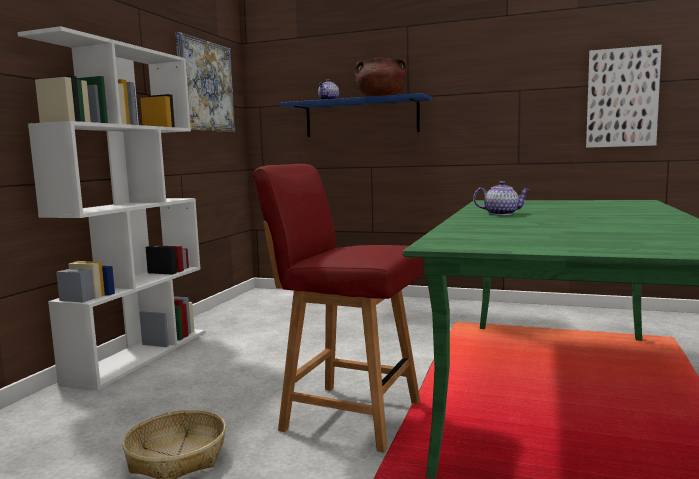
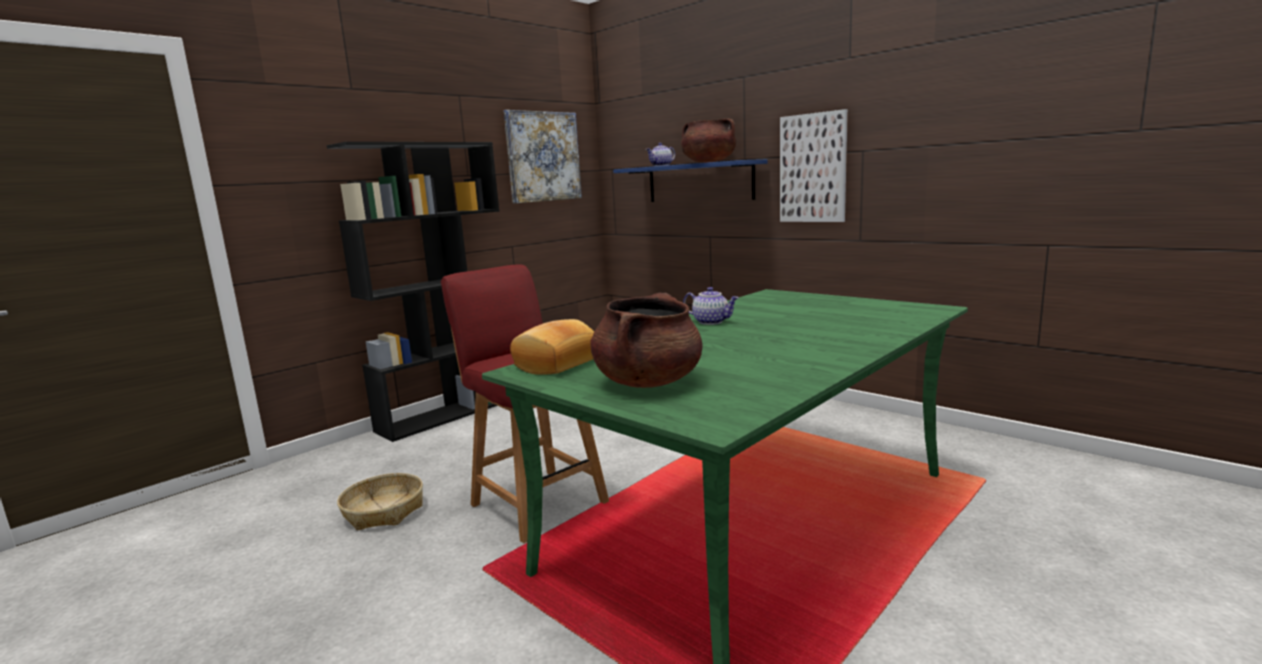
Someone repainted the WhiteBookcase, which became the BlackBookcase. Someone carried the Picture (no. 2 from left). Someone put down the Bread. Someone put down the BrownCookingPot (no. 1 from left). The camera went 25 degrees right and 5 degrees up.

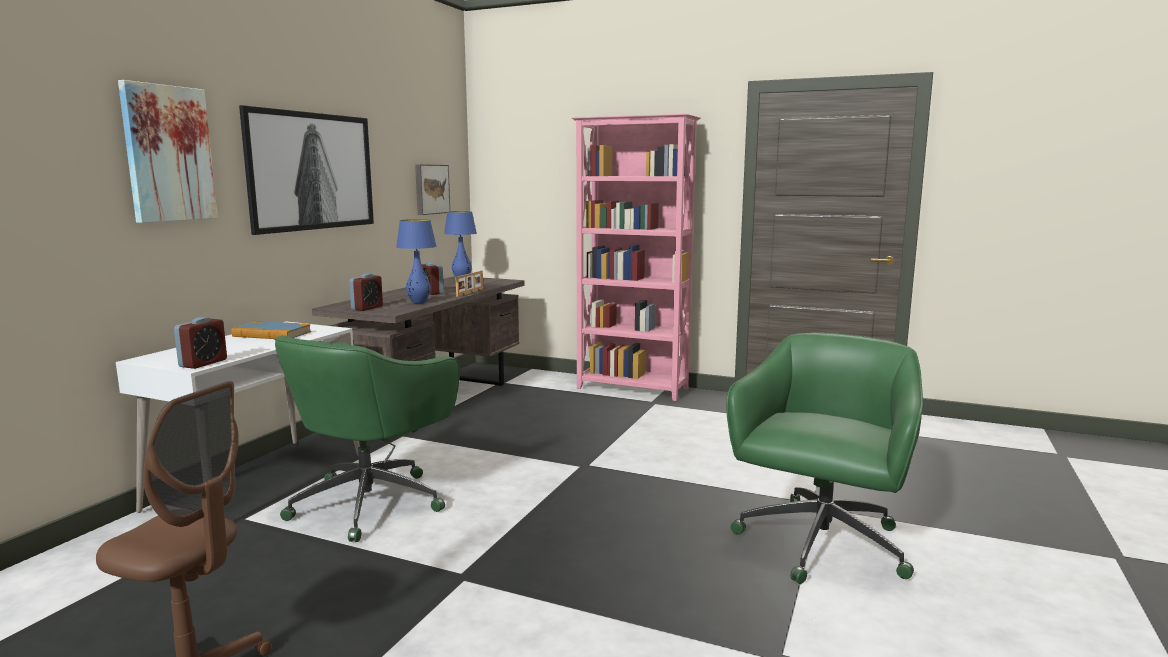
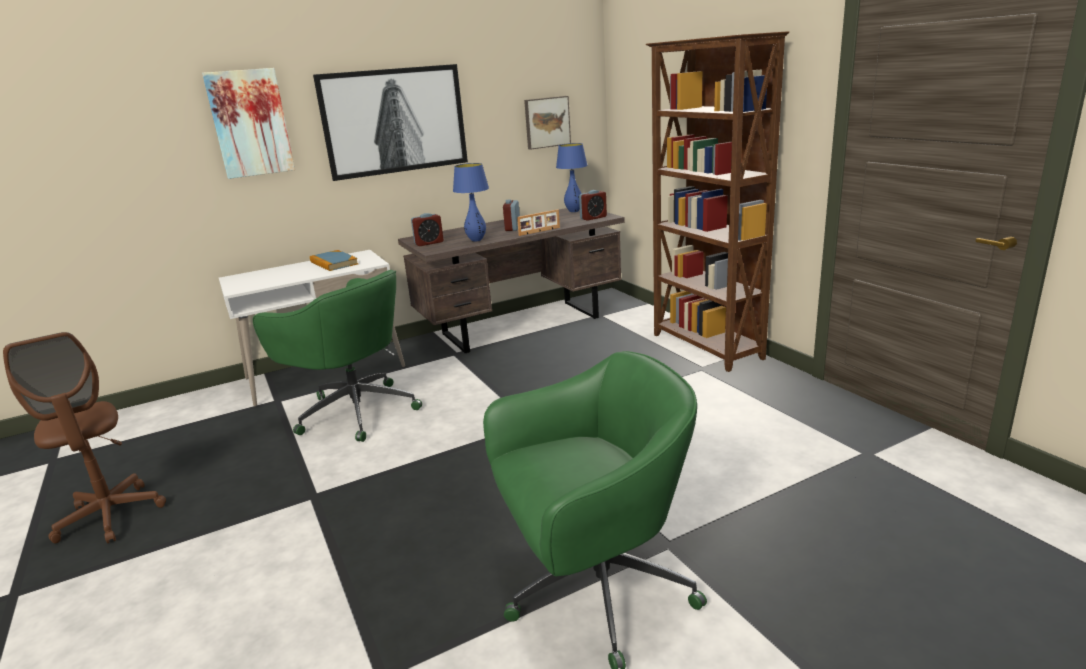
Someone carried the AlarmClock (no. 1 from left in the first image). Someone rotated the GreenOfficeChair (no. 1 from left) by 120 degrees counterclockwise. Someone repainted the PinkBookcase, which became the BrownBookcase. The camera went 40 degrees right and 10 degrees up.

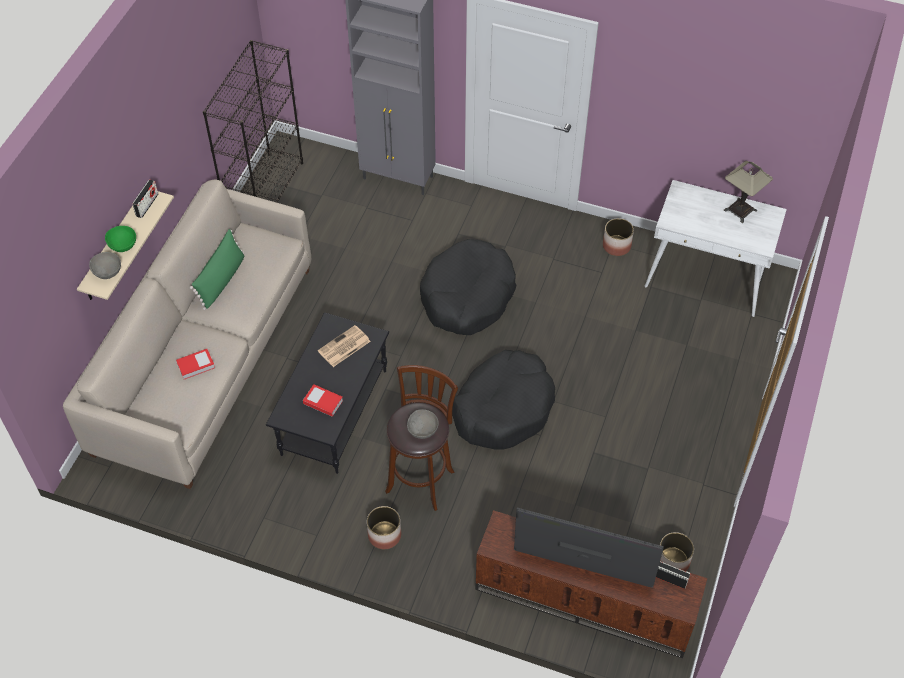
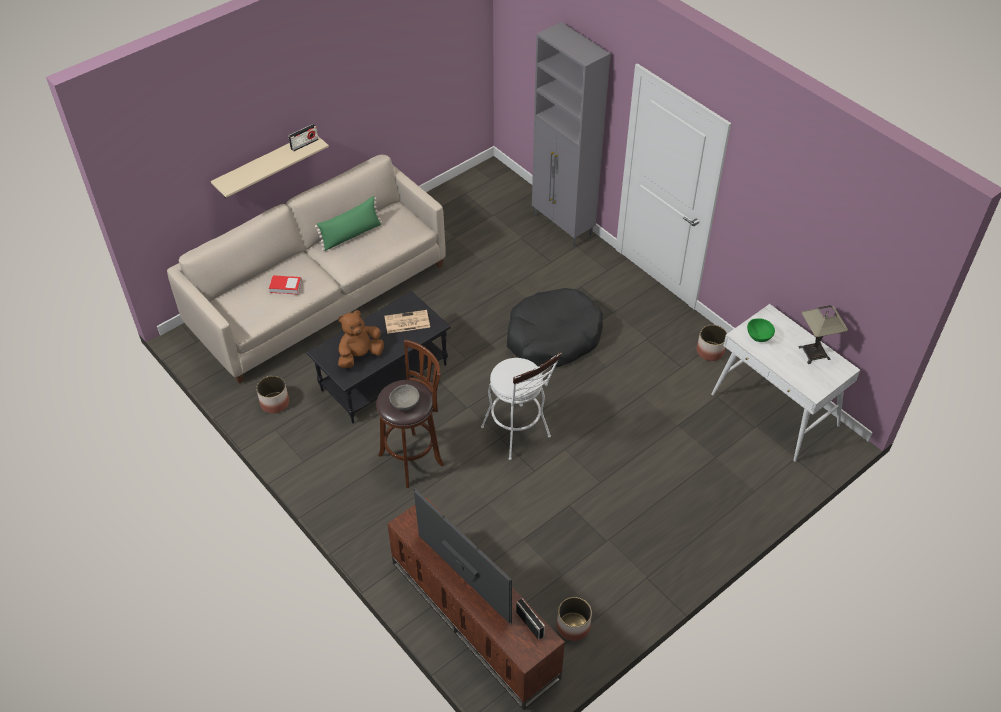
Someone took away the GreyBowl (no. 1 from left). Someone carried the GreenBowl. Someone took away the BlackBookcase. Someone swapped the Book (no. 2 from left) for the BrownPlushToy. Someone carried the Planter (no. 1 from left). Someone swapped the BlackDogBed (no. 2 from left) for the WhiteStool. The camera went 30 degrees right and 5 degrees down.

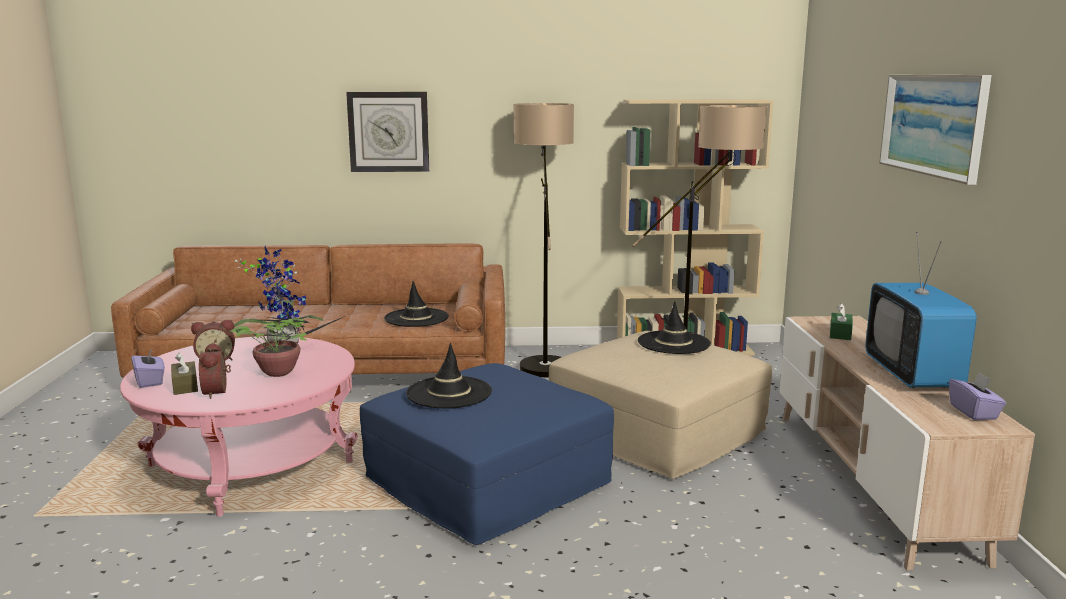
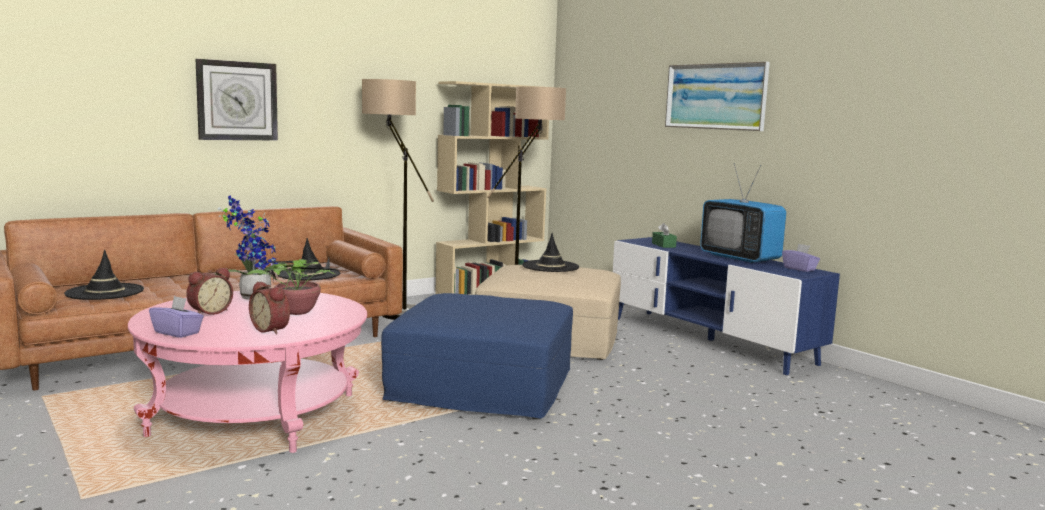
Someone took away the BrownTissueBox. Someone carried the BlackHat (no. 2 from left in the first image). Someone repainted the BeigeTvStand, which became the BlueTvStand. The camera went 35 degrees left and 5 degrees down.

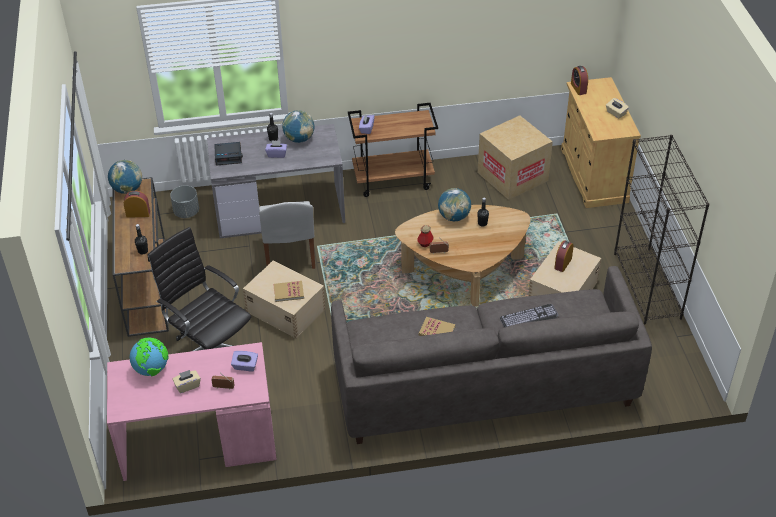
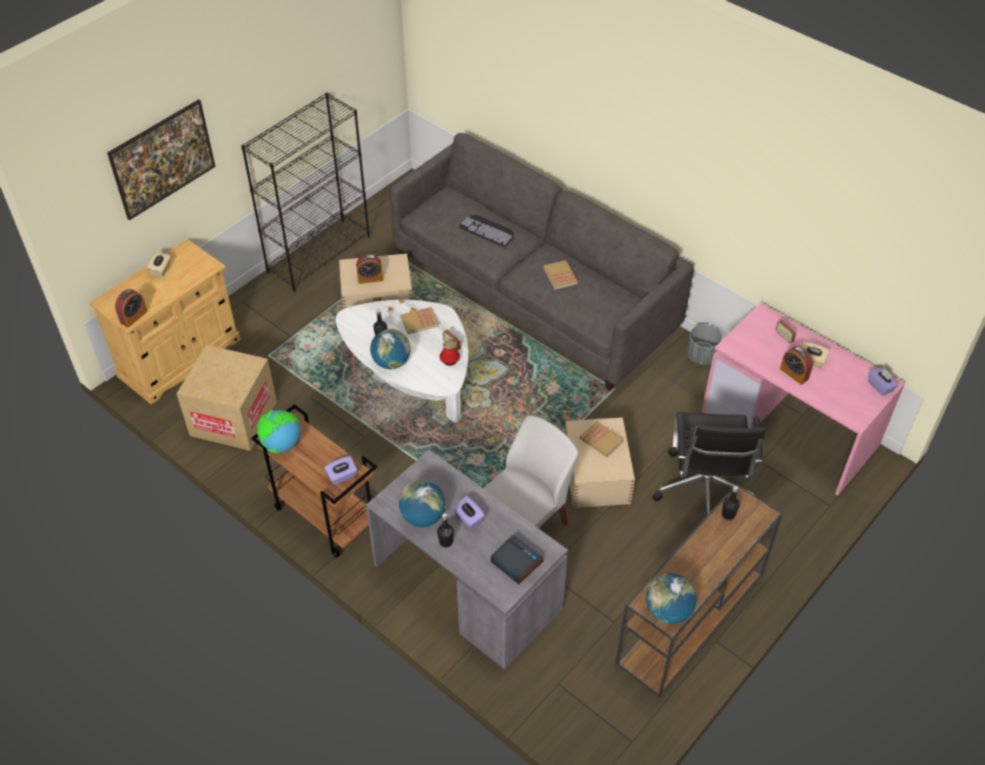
Someone carried the AlarmClock (no. 1 from left in the first image). Someone carried the Globe (no. 2 from left in the first image). Someone carried the GreyPlanter. Someone carried the PurpleTissueBox (no. 1 from left in the first image). Someone repainted the BrownCoffeeTable, which became the WhiteCoffeeTable. Someone put up the Picture. Someone put down the Book (no. 1 from left). The camera went 130 degrees left and 5 degrees up.

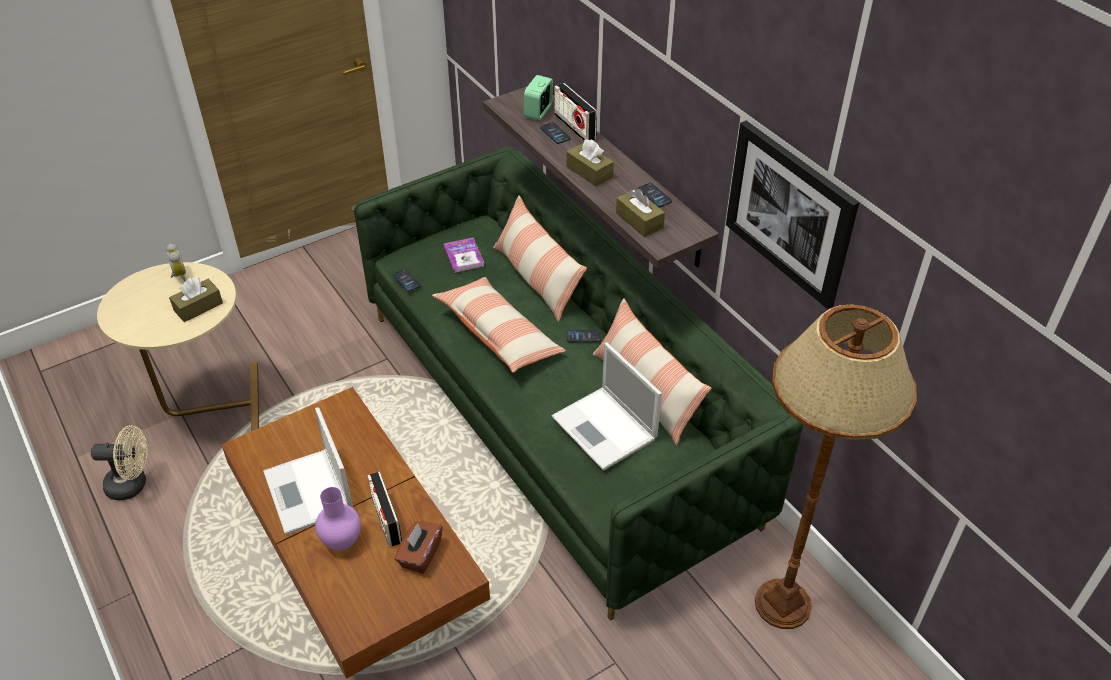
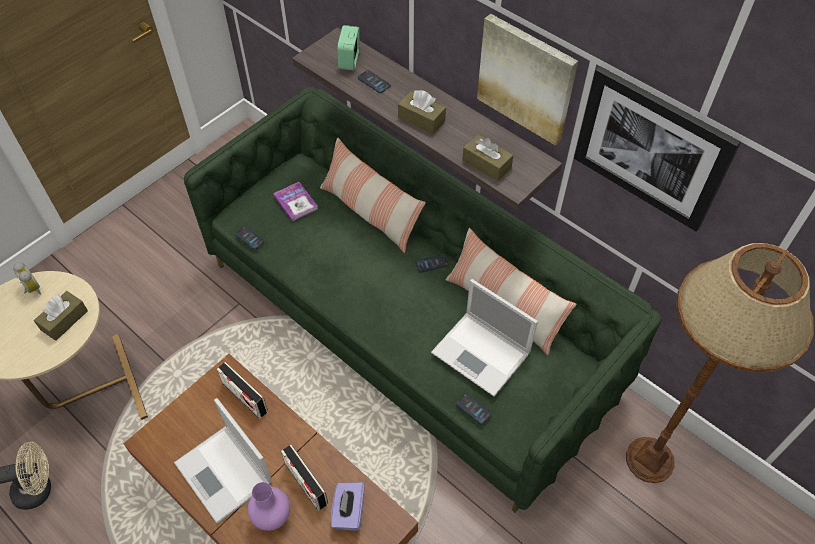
Someone repainted the BrownTissueBox (no. 2 from left), which became the PurpleTissueBox. Someone took away the Pillow (no. 1 from left). Someone carried the Radio (no. 2 from left in the first image). Someone carried the Phone (no. 4 from left). Someone put up the Picture (no. 1 from left). The camera went 15 degrees left and 10 degrees up.

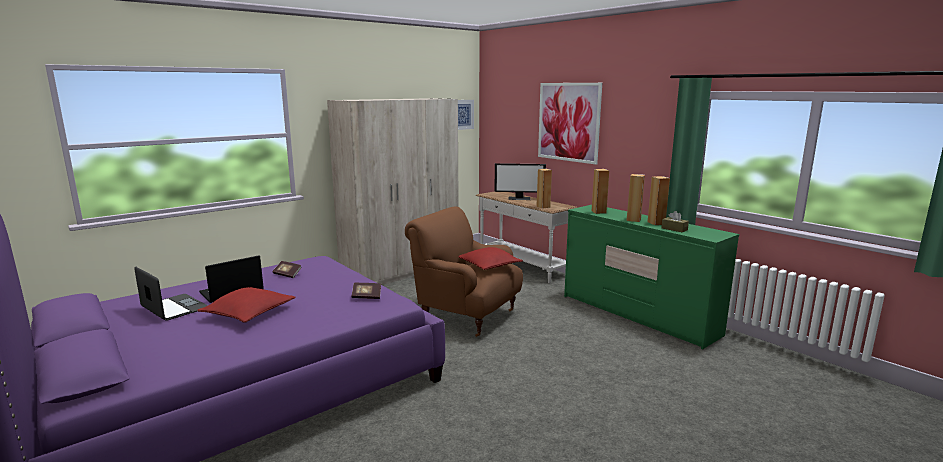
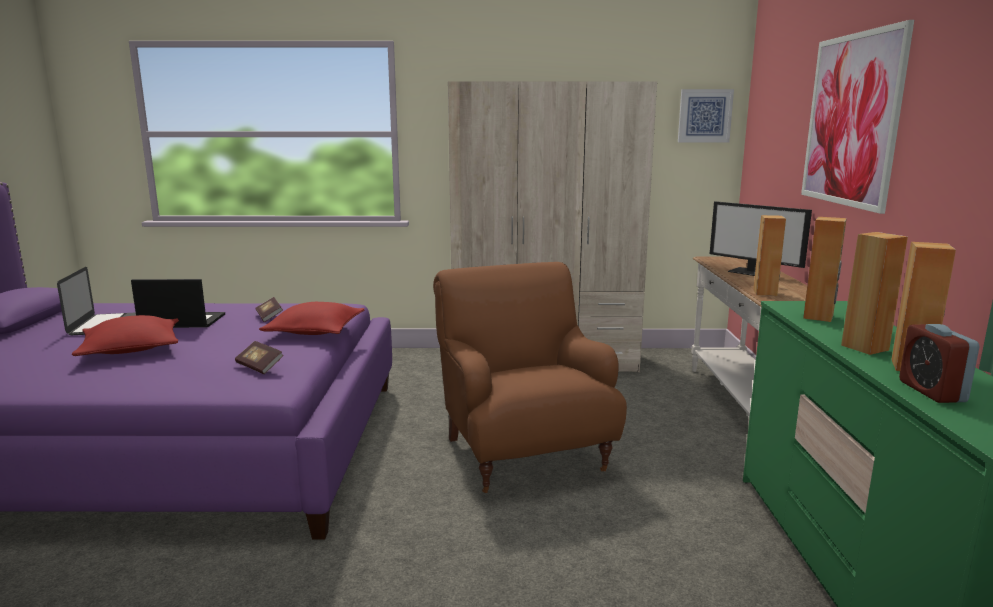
Someone carried the RedPillow (no. 2 from left). Someone swapped the BrownTissueBox for the AlarmClock. The camera went 40 degrees right and 0 degrees up.

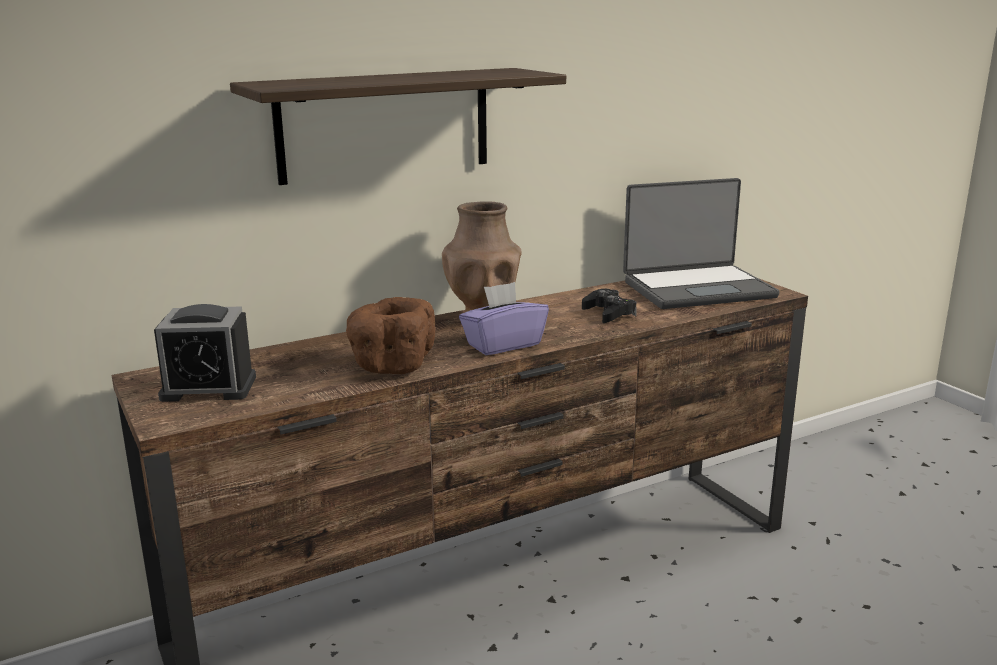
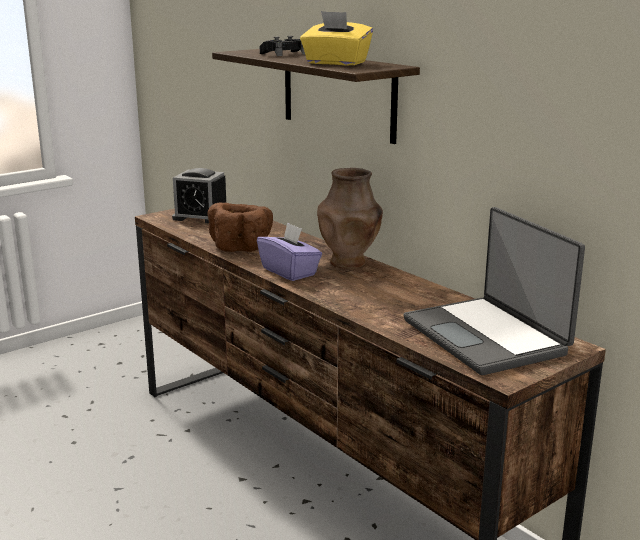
Someone rotated the AlarmClock by 60 degrees counterclockwise. Someone carried the BlackGameController. Someone put down the YellowTissueBox. The camera went 80 degrees right and 0 degrees up.

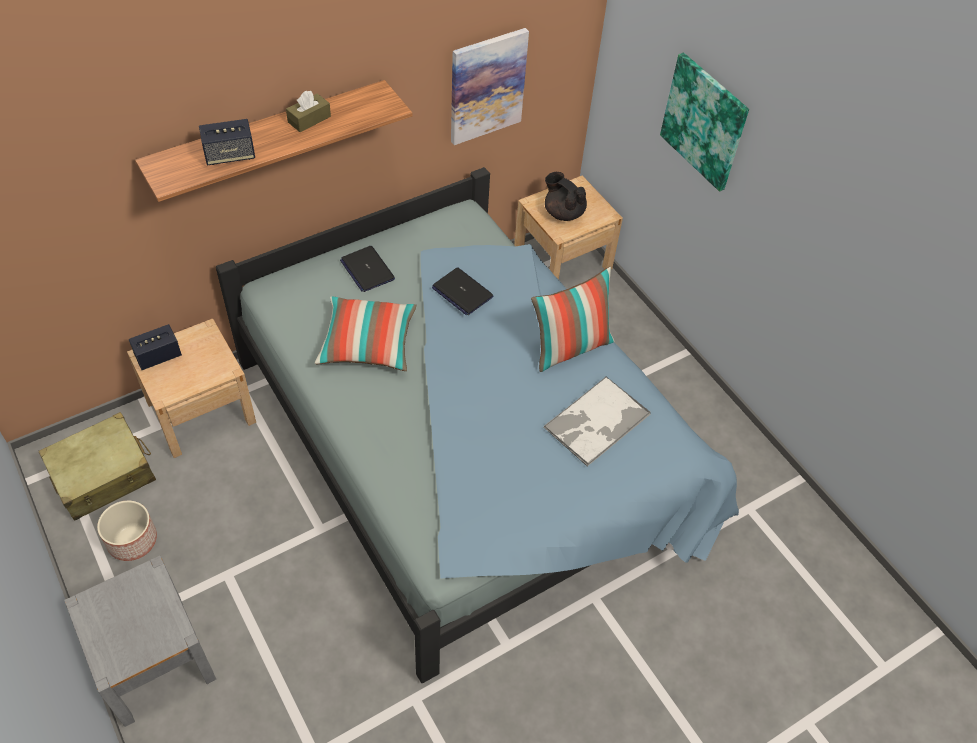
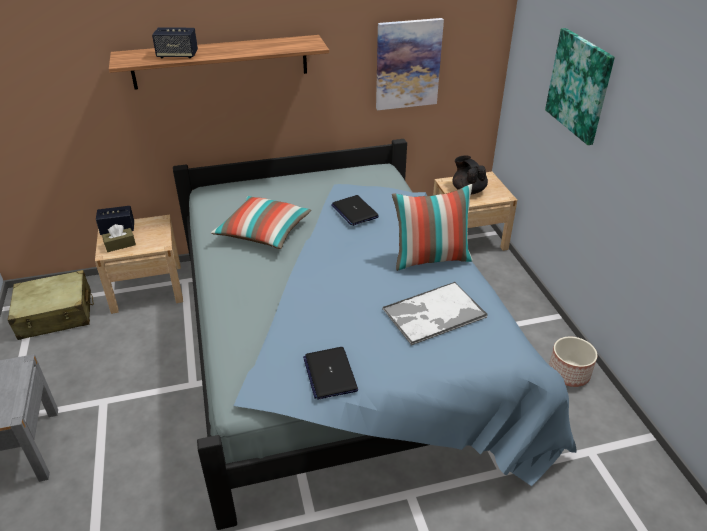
Someone carried the Planter. Someone carried the BrownTissueBox. Someone carried the Laptop (no. 1 from left). The camera went 20 degrees right and 15 degrees down.

